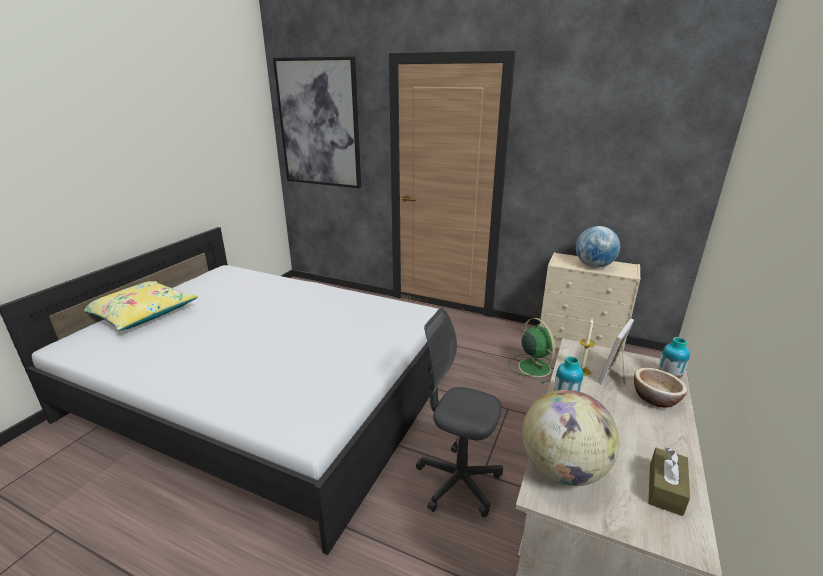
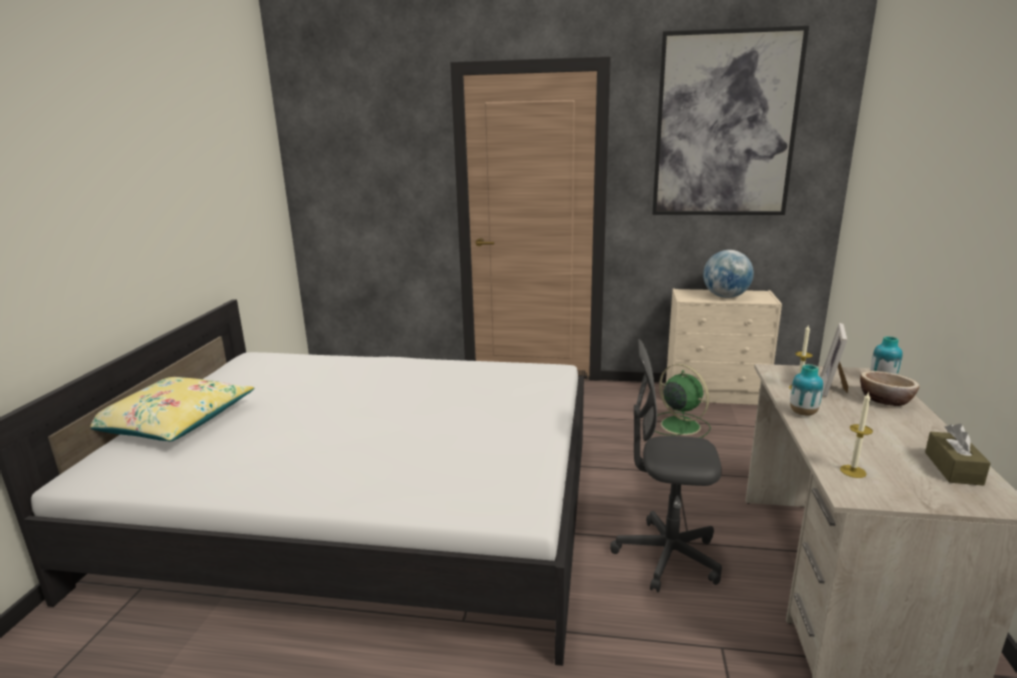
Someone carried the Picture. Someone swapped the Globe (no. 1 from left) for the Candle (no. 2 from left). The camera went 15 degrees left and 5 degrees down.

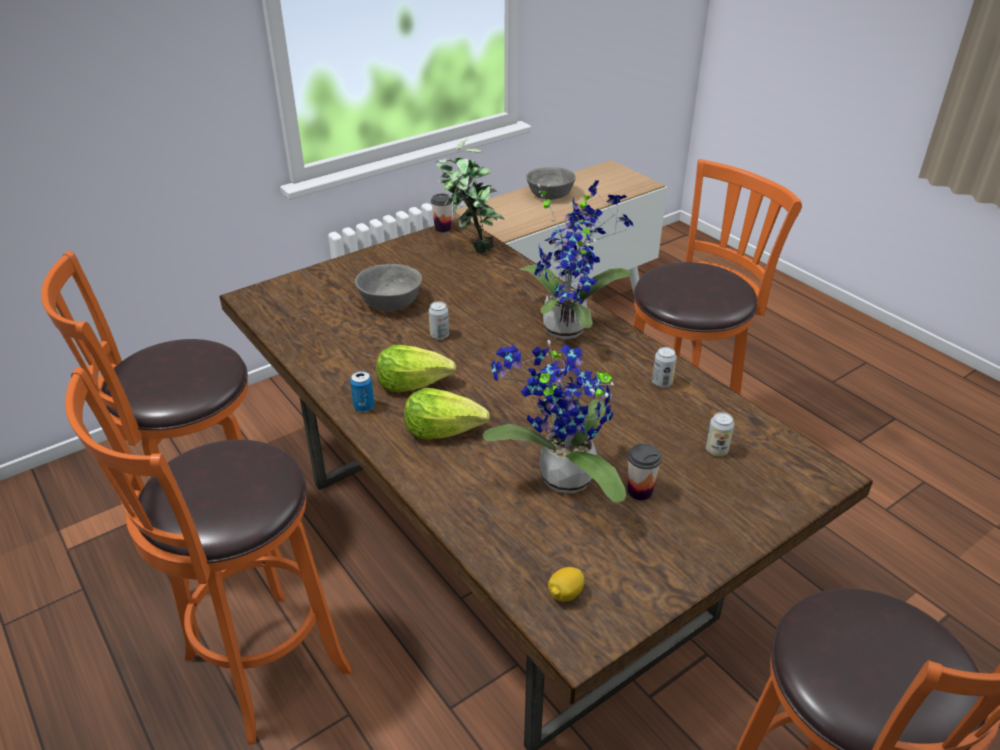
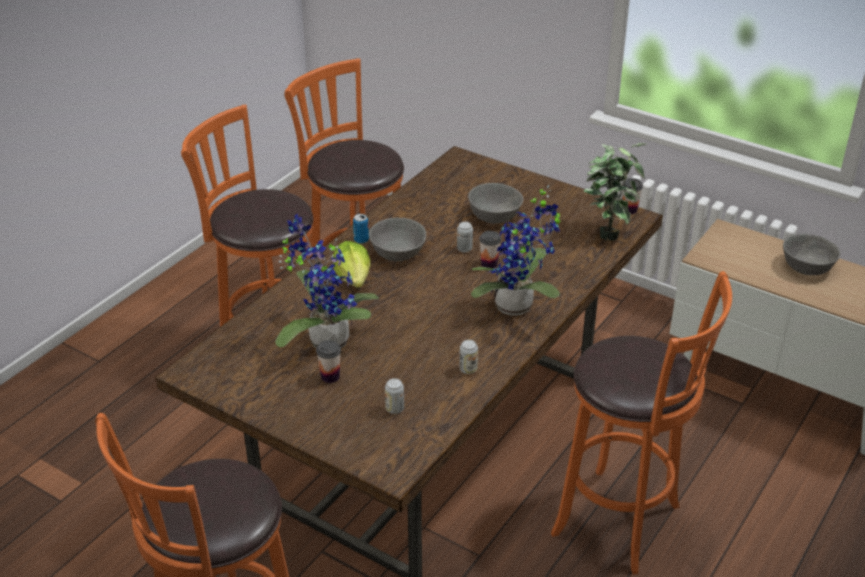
Someone swapped the Lettuce (no. 1 from left) for the GreyBowl (no. 1 from left). Someone took away the Lemon. Someone put down the Cup (no. 2 from left). The camera went 70 degrees right and 0 degrees up.

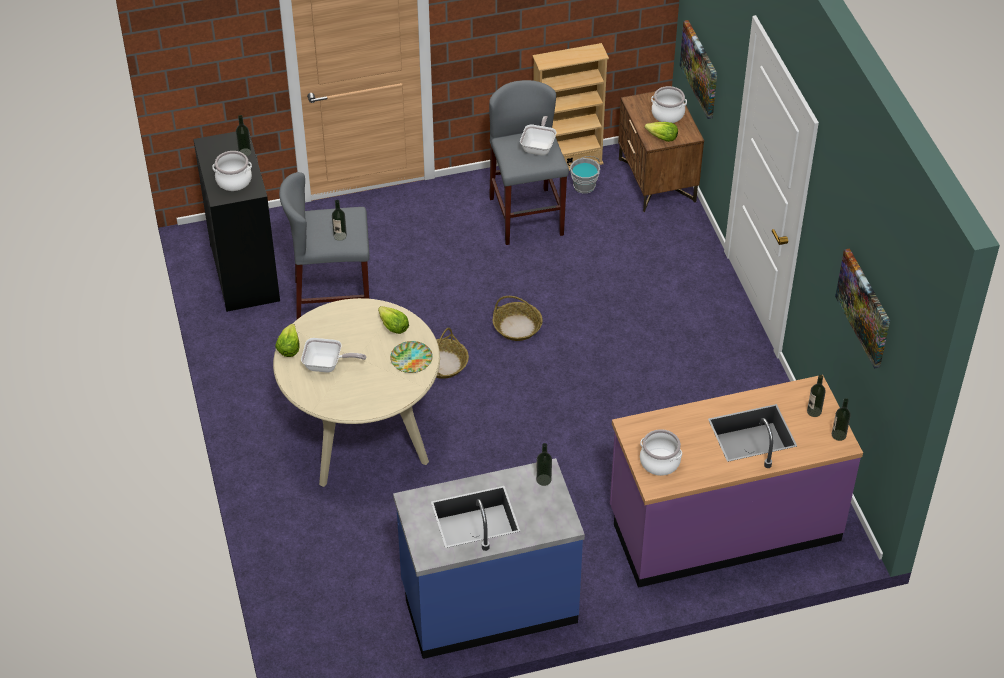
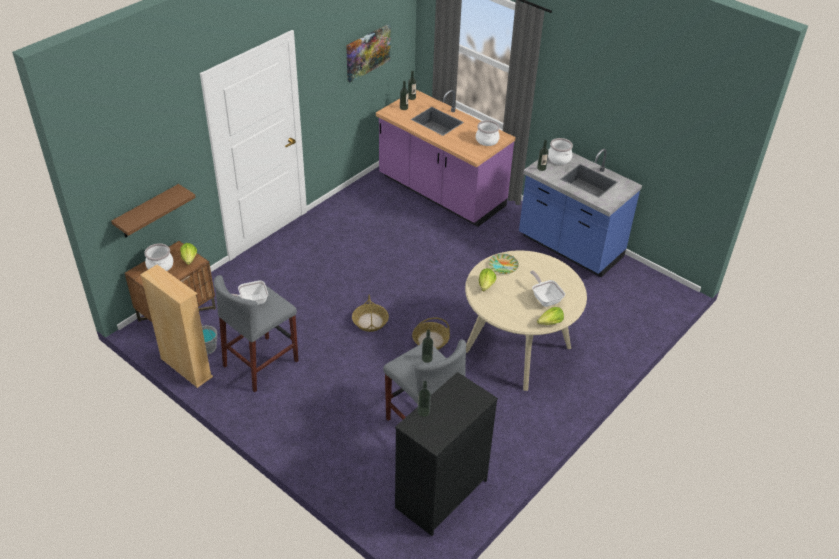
Someone carried the CookingPot (no. 1 from left in the first image). Someone swapped the Picture (no. 1 from left) for the BrownShelf. The camera went 125 degrees left and 5 degrees down.

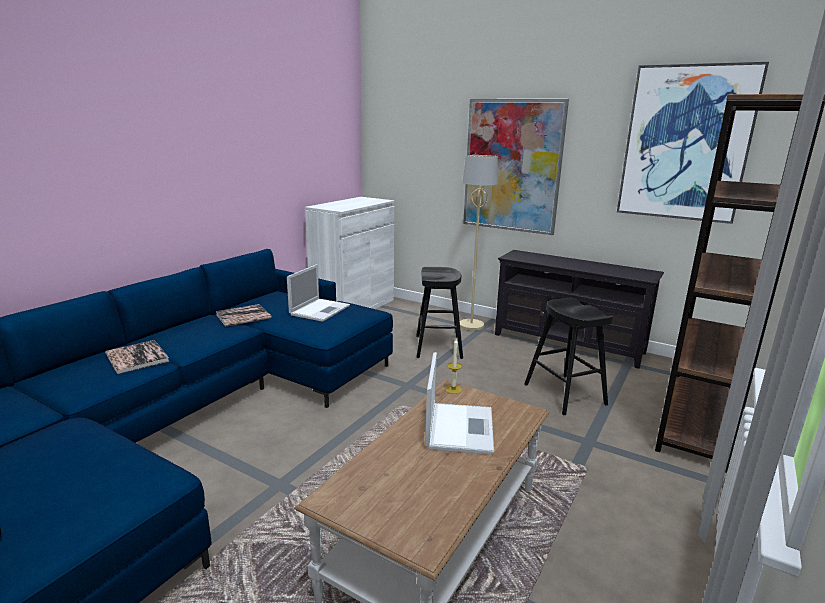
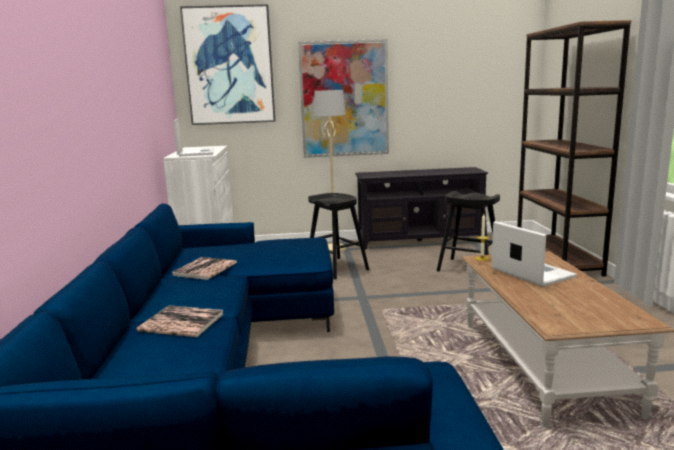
Someone carried the Laptop (no. 1 from left). Someone carried the Picture (no. 2 from left in the first image). The camera went 35 degrees left and 5 degrees down.

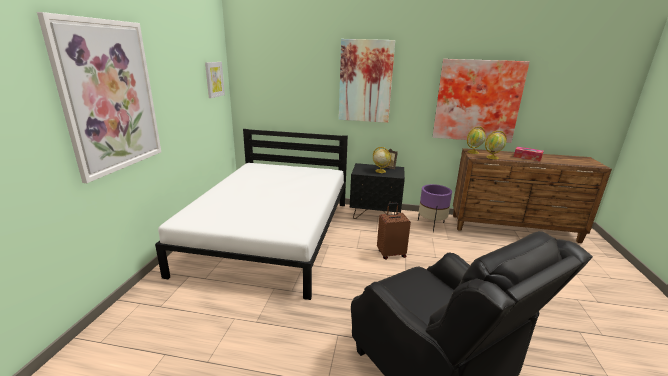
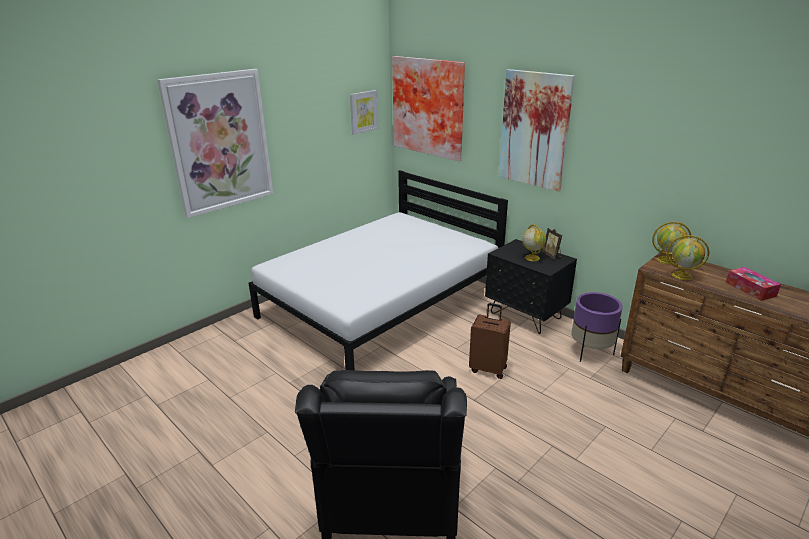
Someone carried the Picture (no. 4 from left in the first image). The camera went 35 degrees right and 5 degrees up.

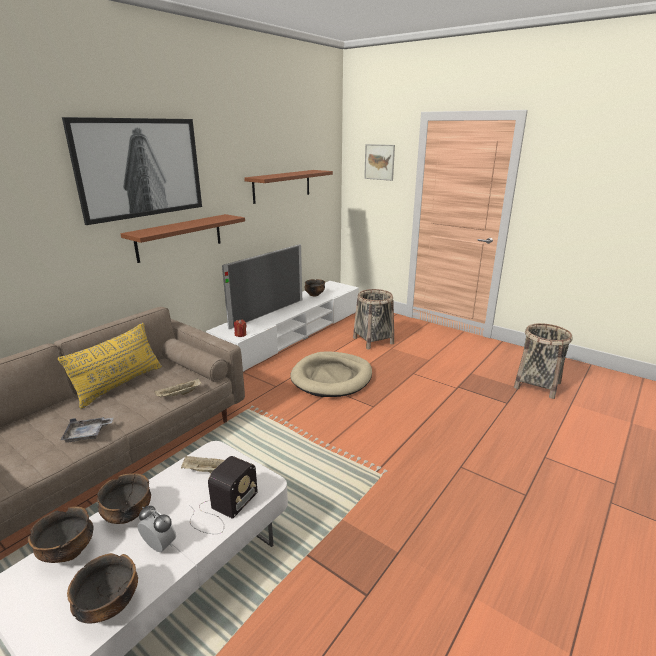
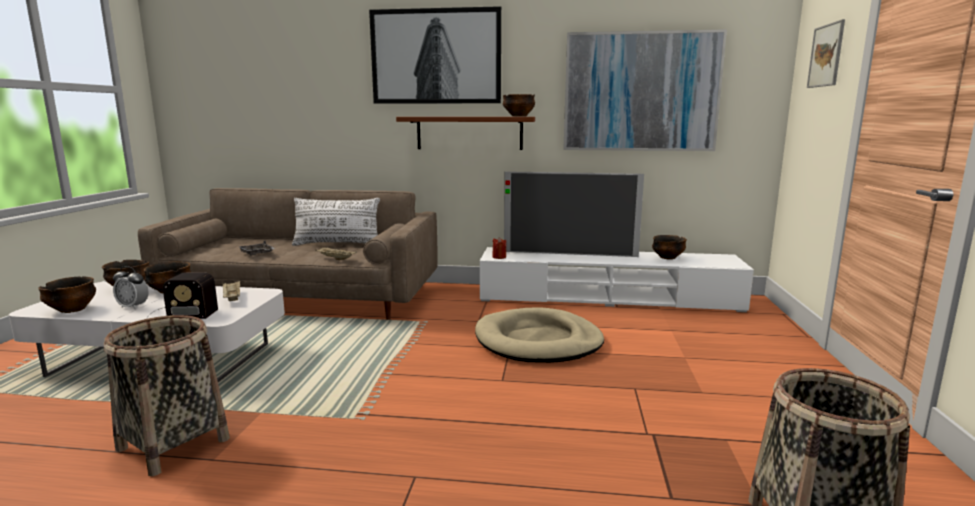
Someone repainted the YellowPillow, which became the WhitePillow. Someone rotated the AlarmClock by 105 degrees clockwise. Someone swapped the BrownShelf (no. 2 from left) for the Picture (no. 2 from left). Someone carried the Basket (no. 1 from left). Someone put down the Bowl (no. 4 from left). The camera went 60 degrees right and 10 degrees down.

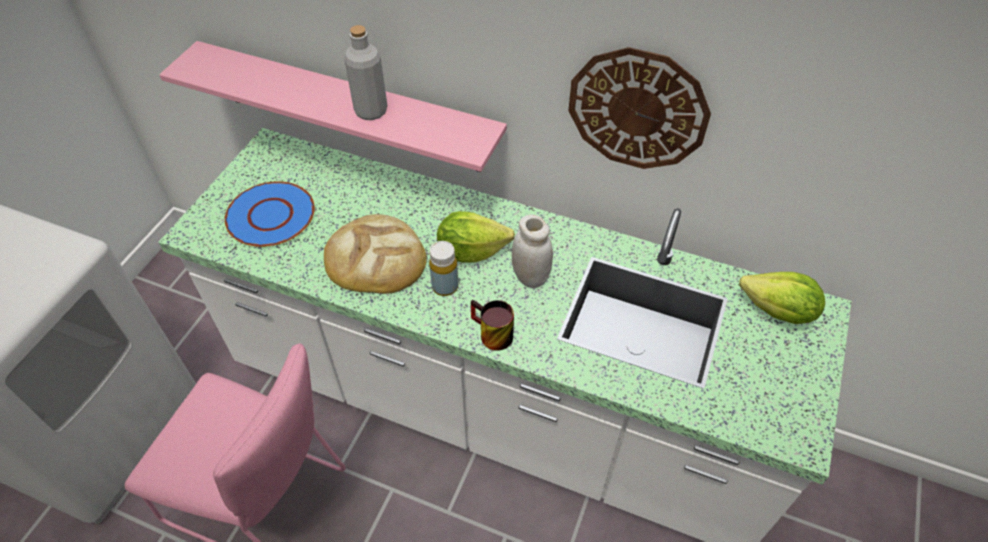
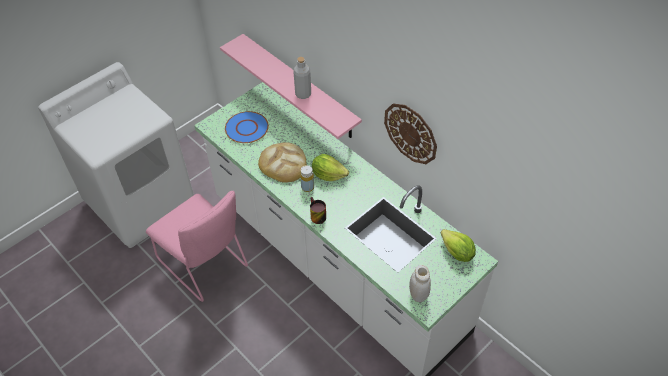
Someone carried the WhiteJar. The camera went 25 degrees right and 0 degrees up.

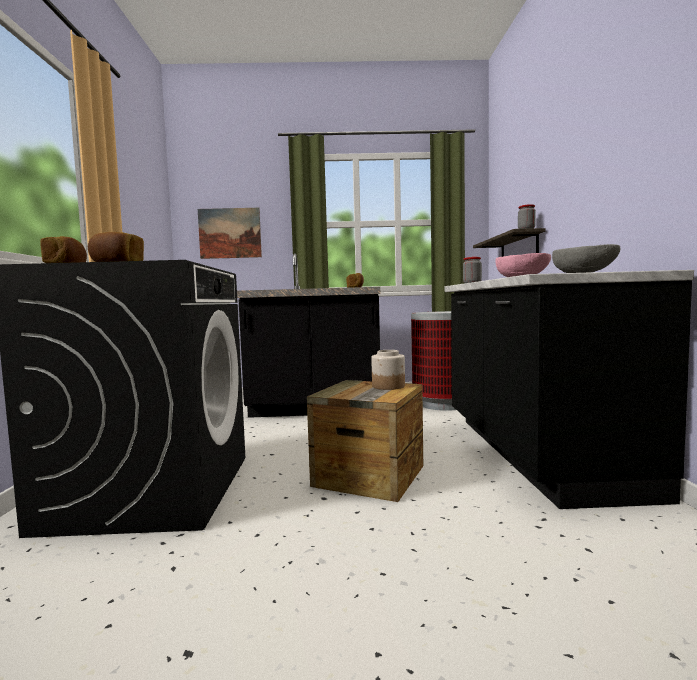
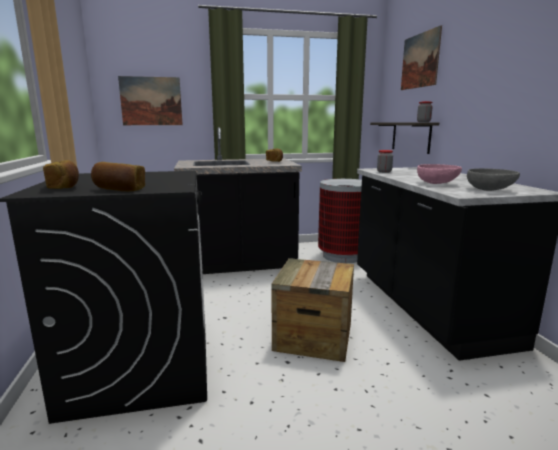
Someone took away the Jar (no. 1 from left). Someone put up the Picture (no. 2 from left). The camera went 10 degrees left and 10 degrees up.

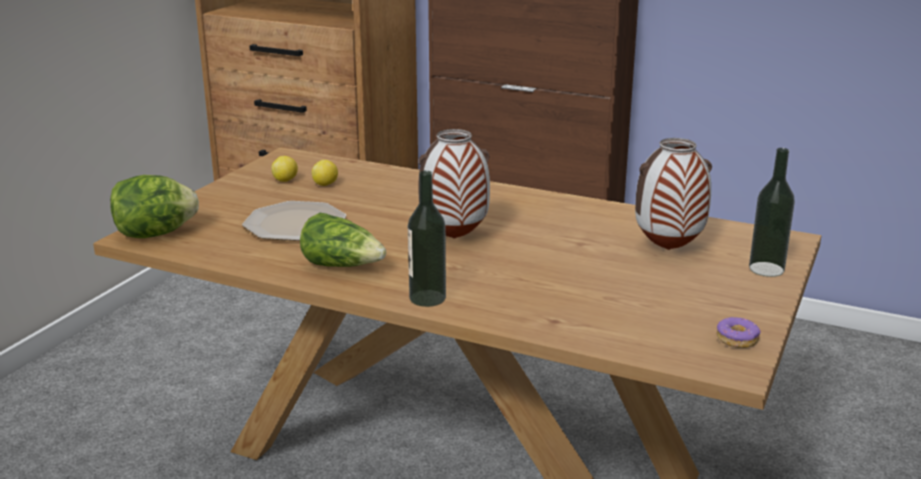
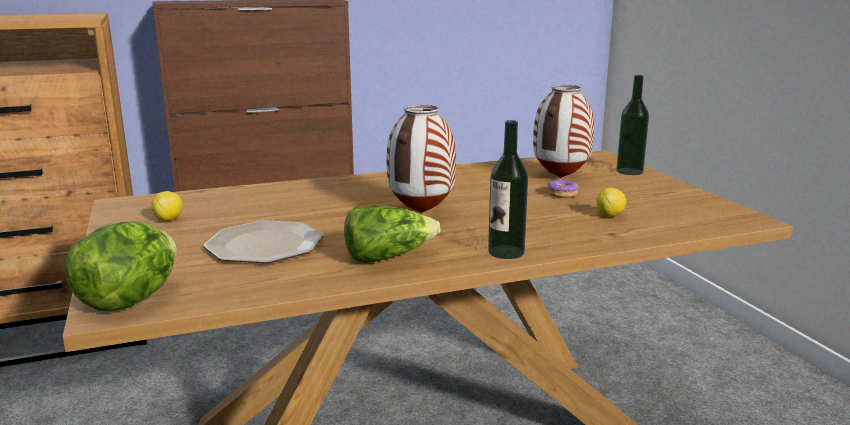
Someone carried the Lemon (no. 2 from left). Someone carried the Donut. The camera went 45 degrees left and 5 degrees down.

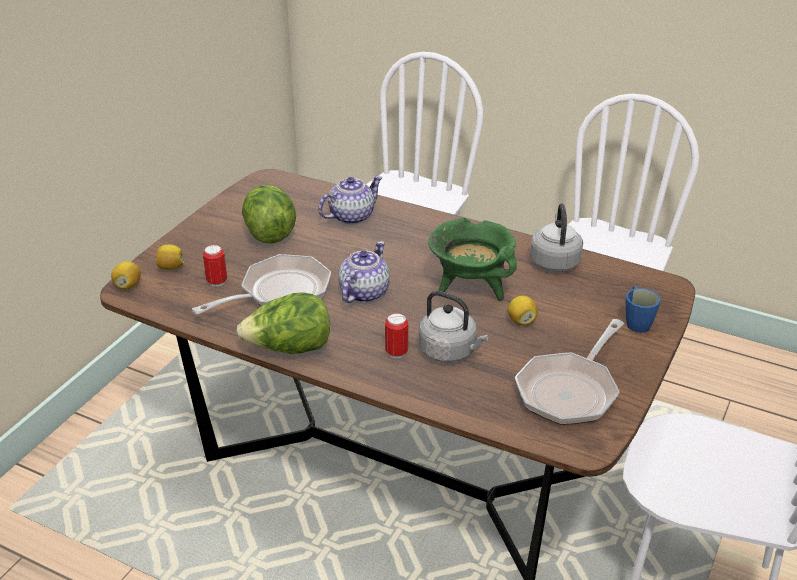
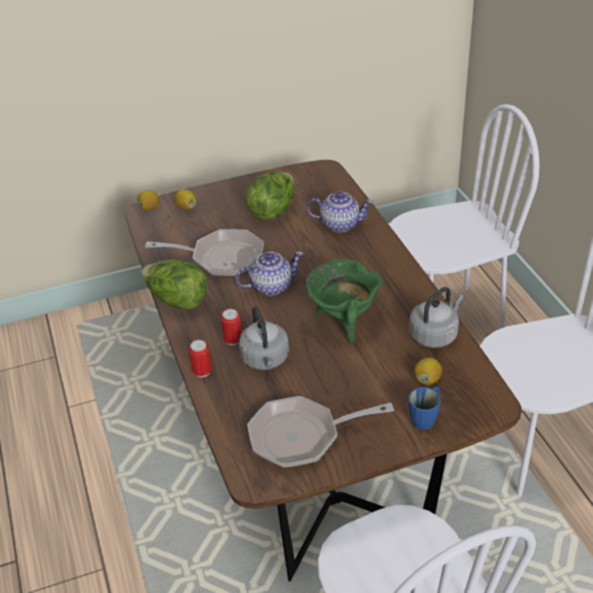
Someone carried the Can (no. 1 from left). Someone carried the Lemon (no. 3 from left). The camera went 45 degrees right and 5 degrees up.

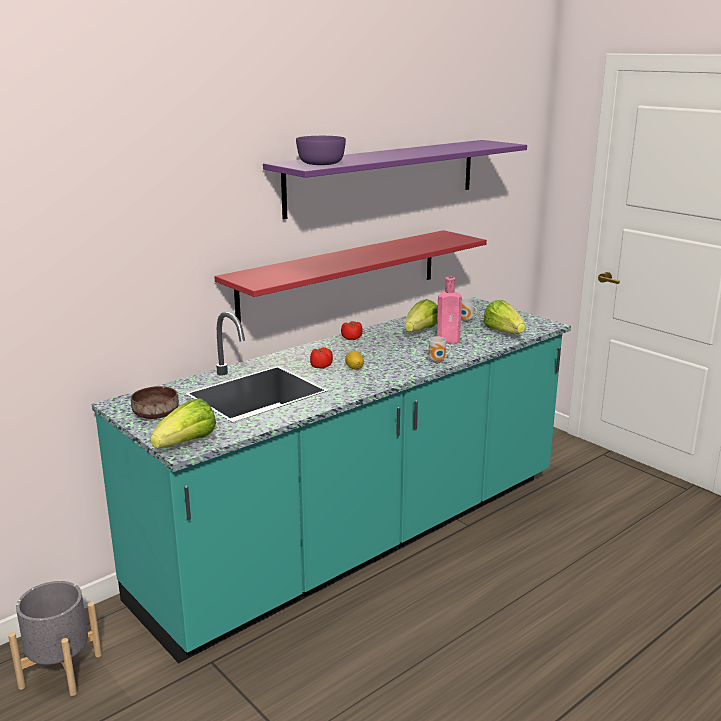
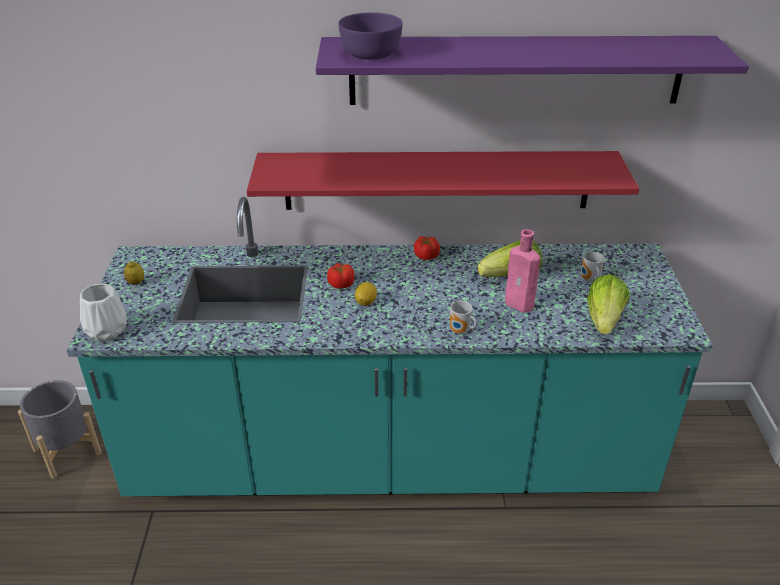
Someone swapped the BrownBowl for the Lemon (no. 1 from left). Someone swapped the Lettuce (no. 1 from left) for the WhiteVase. The camera went 40 degrees right and 15 degrees up.

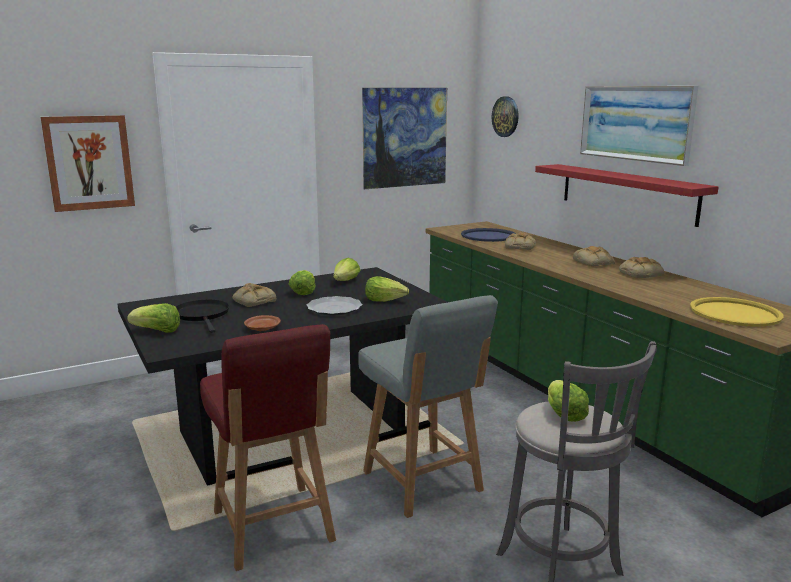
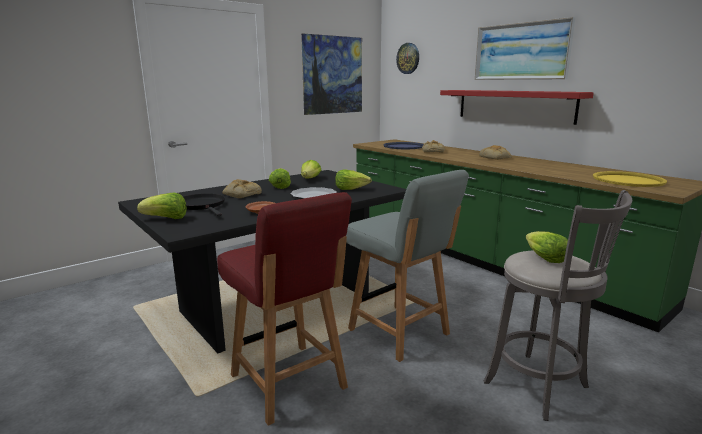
Someone took away the Picture (no. 1 from left). Someone took away the Bread (no. 4 from left). The camera went 10 degrees left and 0 degrees up.

